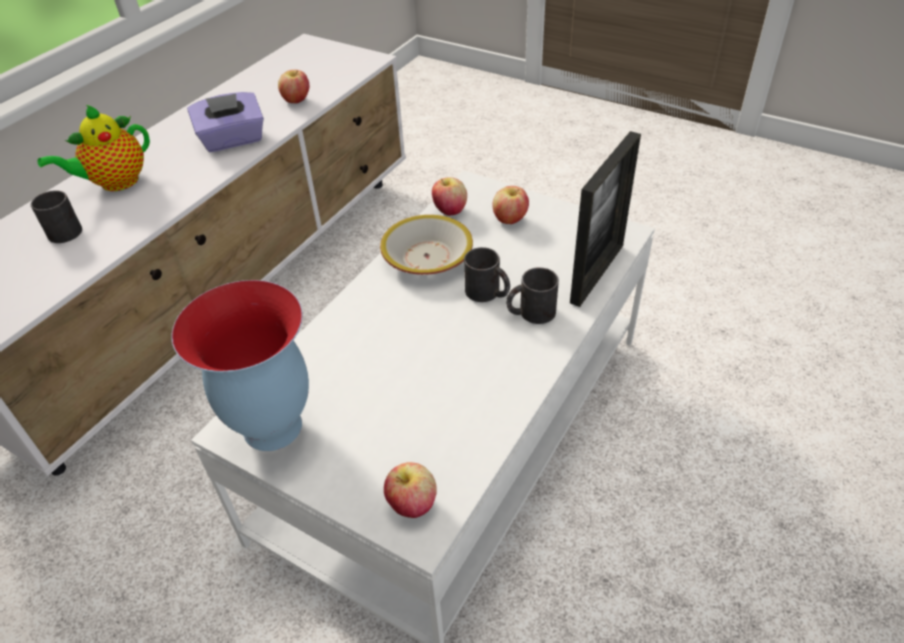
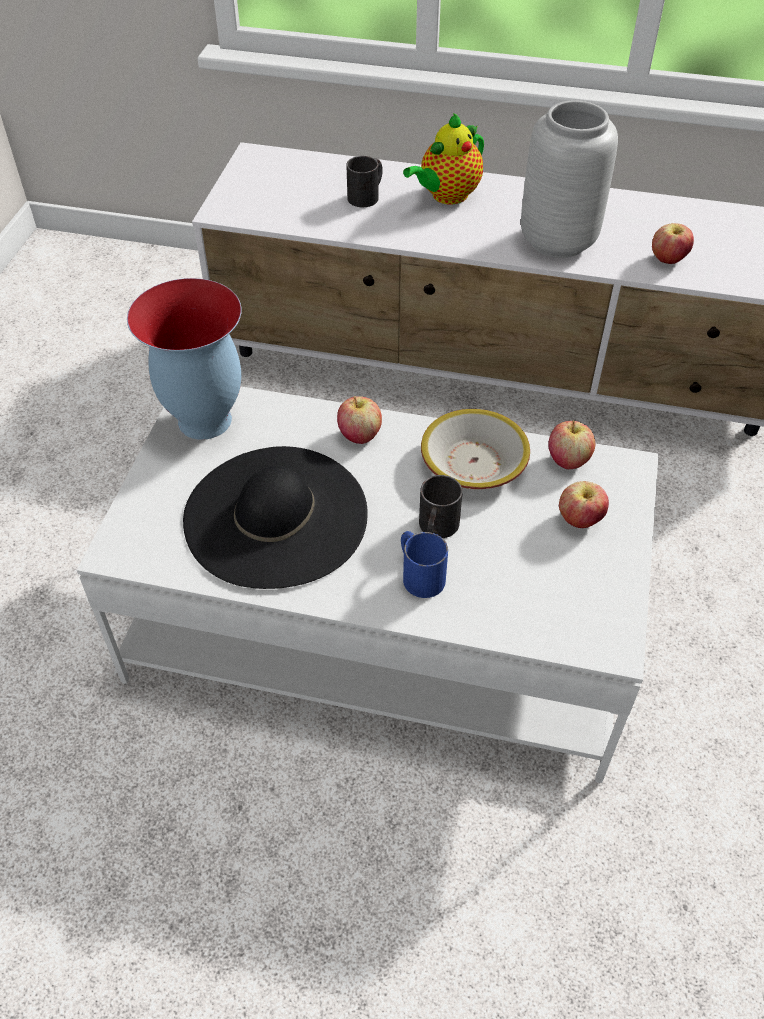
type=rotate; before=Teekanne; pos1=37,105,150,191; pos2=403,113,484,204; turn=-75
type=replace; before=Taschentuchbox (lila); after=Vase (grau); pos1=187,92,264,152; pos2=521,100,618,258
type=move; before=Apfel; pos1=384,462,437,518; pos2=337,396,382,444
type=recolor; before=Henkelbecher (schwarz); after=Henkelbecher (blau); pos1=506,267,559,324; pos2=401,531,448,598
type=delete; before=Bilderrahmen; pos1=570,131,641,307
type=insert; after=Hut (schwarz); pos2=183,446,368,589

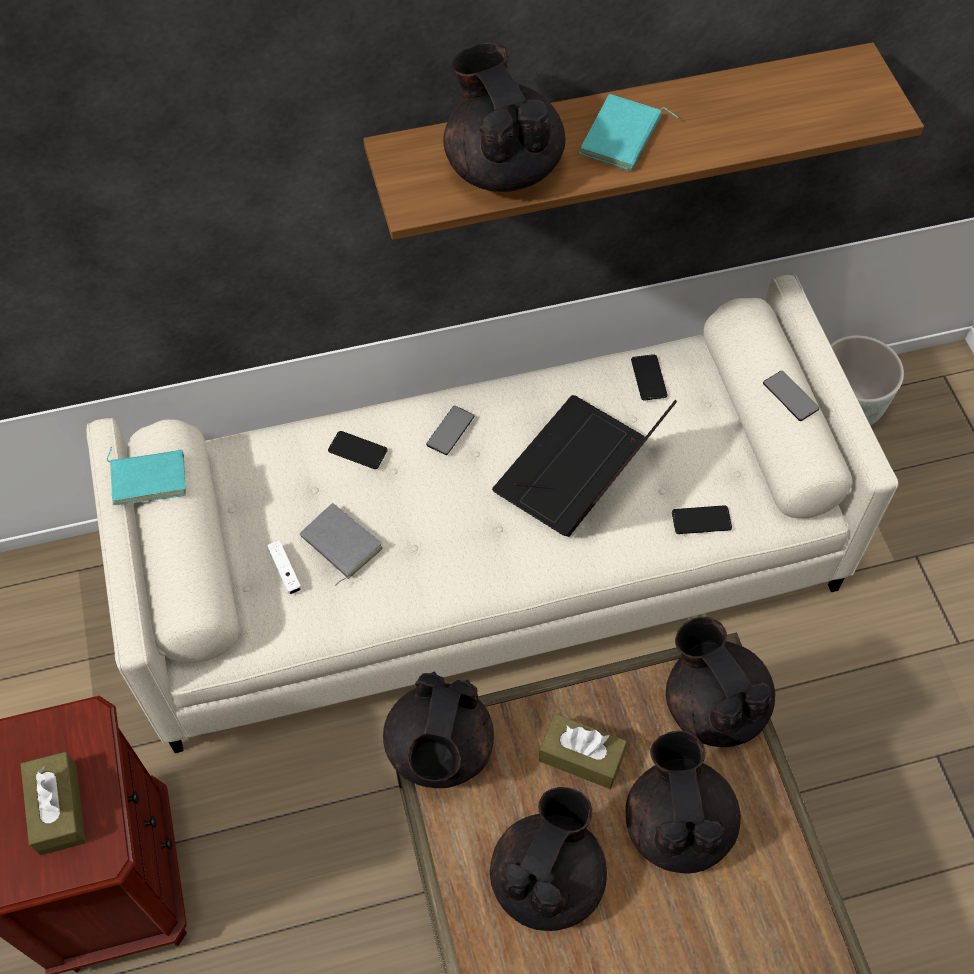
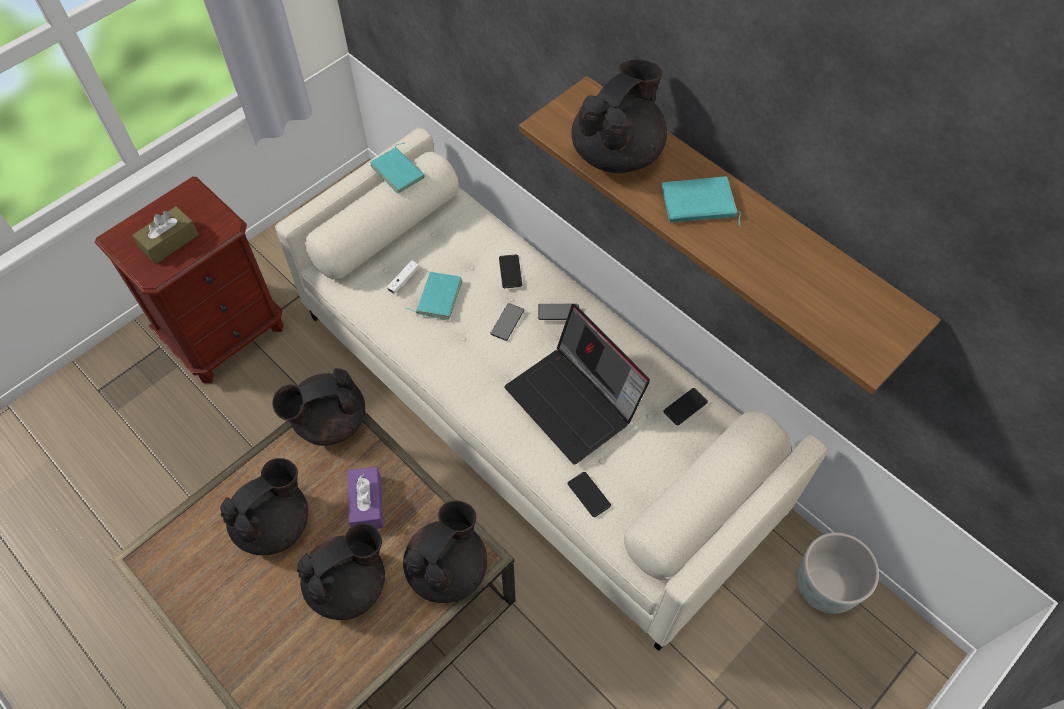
type=recolor; before=Buch (grau); after=Buch (türkis); pos1=300,503,383,586; pos2=406,272,462,320
type=rotate; before=Teekanne (schwarz); pos1=490,787,607,931; pos2=220,458,308,555; turn=-45
type=rotate; before=Laptop; pos1=492,395,677,537; pos2=504,304,650,464; turn=-135
type=recolor; before=Taschentuchbox (braun); after=Taschentuchbox (lila); pos1=539,714,627,789; pos2=347,467,384,529
type=move; before=Handy; pos1=763,371,819,421; pos2=490,303,524,341

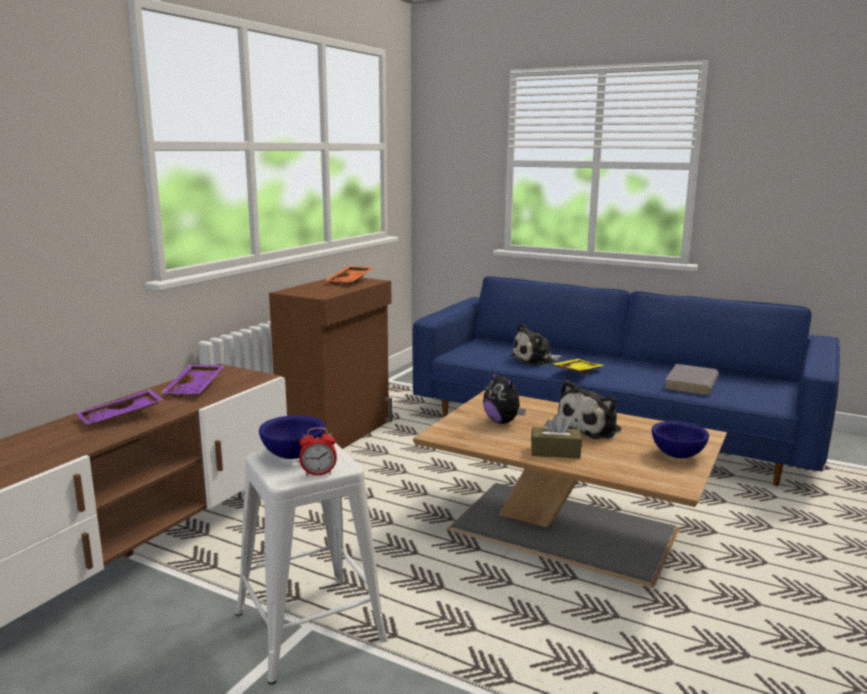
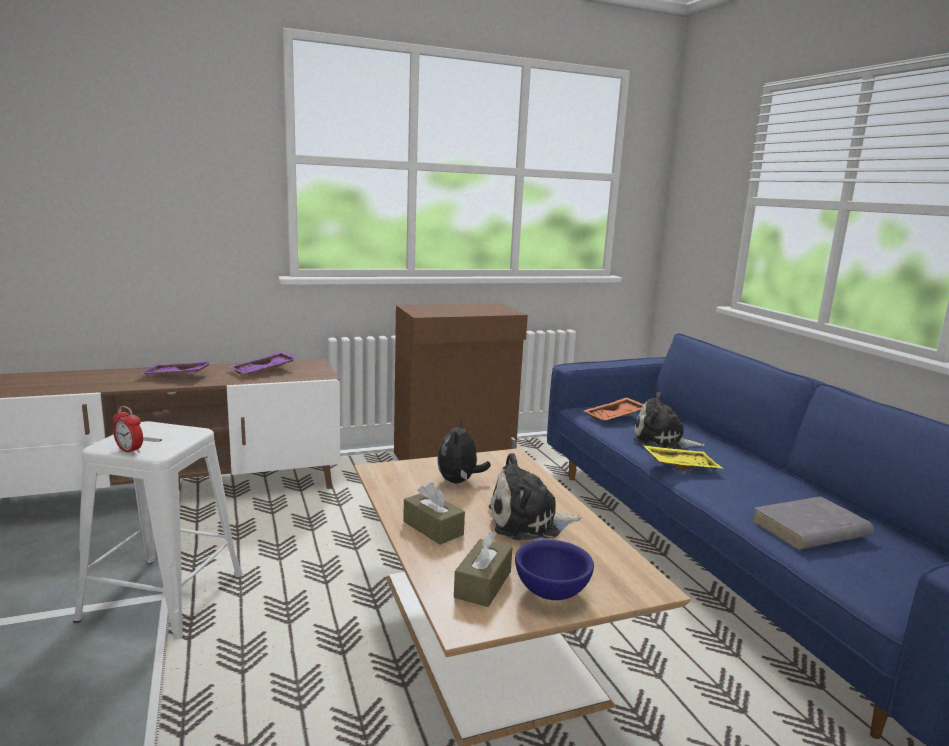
type=delete; before=Schüssel (blau); pos1=259,415,325,459
type=move; before=Tablett (orange); pos1=325,266,373,285; pos2=584,397,644,421
type=insert; after=Taschentuchbox (braun); pos2=454,531,513,607

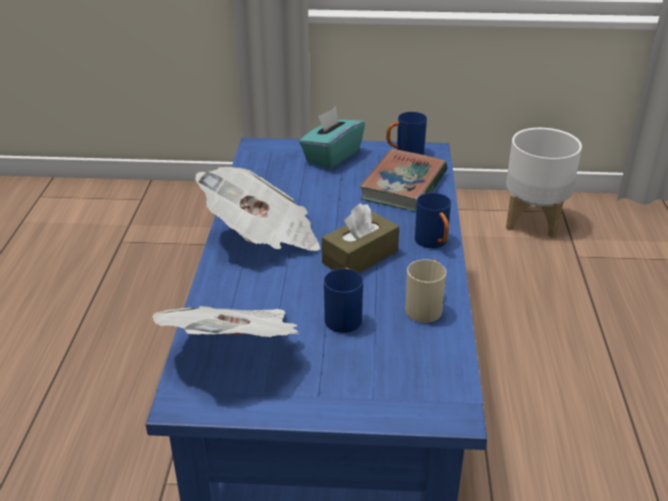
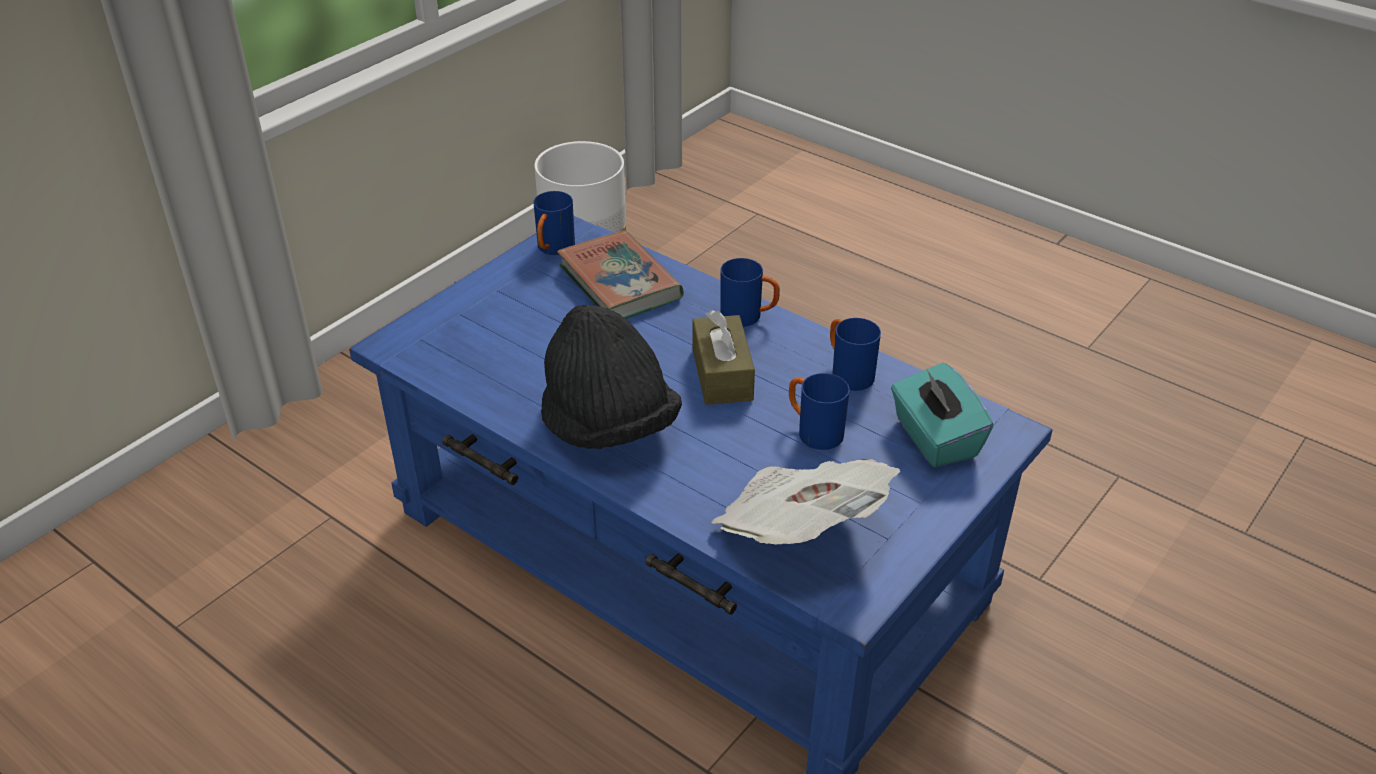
type=replace; before=Zeitung; after=Hut (schwarz); pos1=195,167,321,251; pos2=541,305,682,449
type=move; before=Taschentuchbox (türkis); pos1=299,107,365,169; pos2=891,363,993,467
type=recolor; before=Henkelbecher (beige); after=Henkelbecher (blau); pos1=405,259,446,323; pos2=830,318,881,391

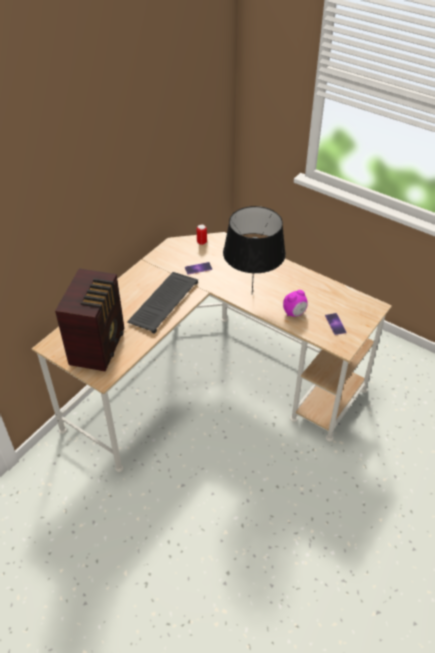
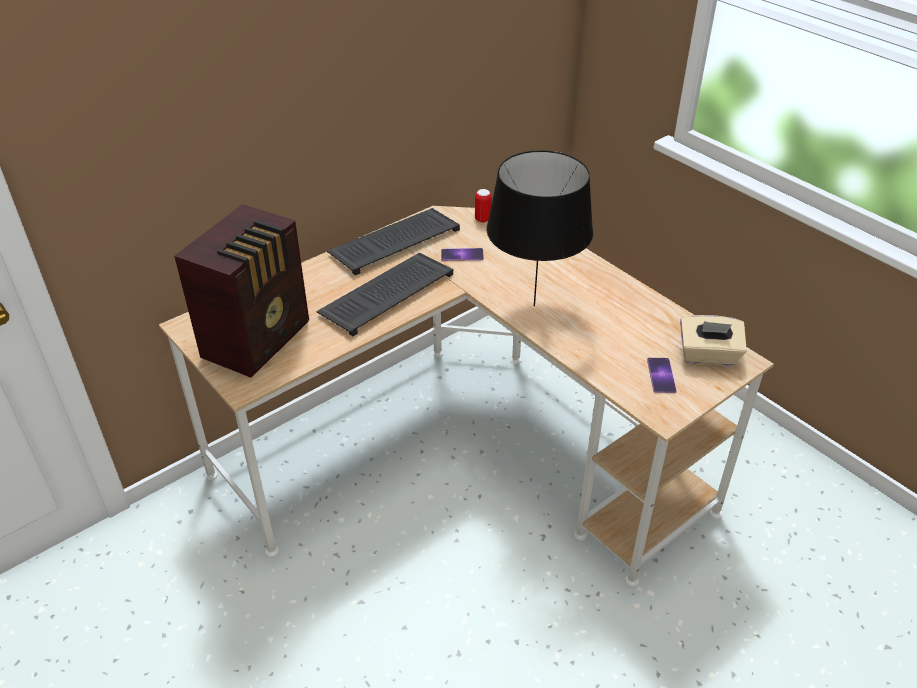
type=delete; before=Wecker; pos1=283,290,308,317
type=insert; after=Tastatur; pos2=327,208,460,275
type=insert; after=Taschentuchbox (beige); pos2=680,315,747,366

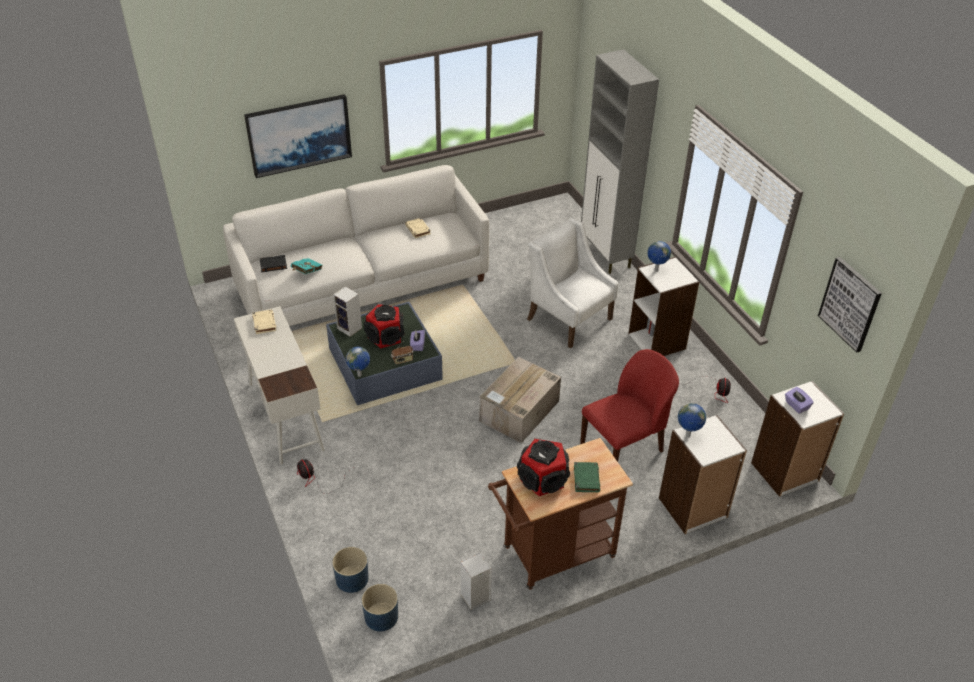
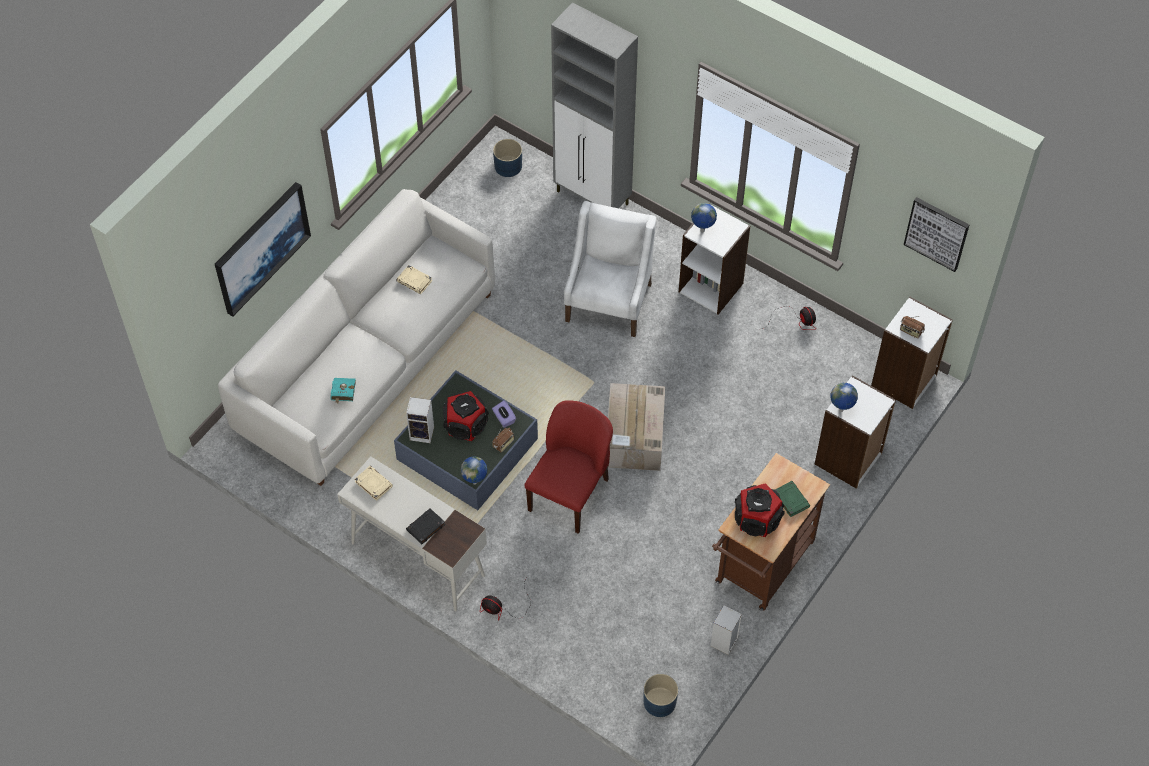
type=move; before=Buch (schwarz); pos1=259,255,287,272; pos2=406,508,445,544
type=move; before=Pflanzkübel (blau); pos1=332,547,369,593; pos2=493,139,522,177
type=rotate; before=Sessel (weiß); pos1=527,218,619,348; pos2=564,201,656,337; turn=90
type=move; before=Stuhl (rot); pos1=580,349,679,462; pos2=524,400,613,534
type=replace; before=Taschentuchbox (lila); after=Radio; pos1=785,387,814,414; pos2=900,316,925,338

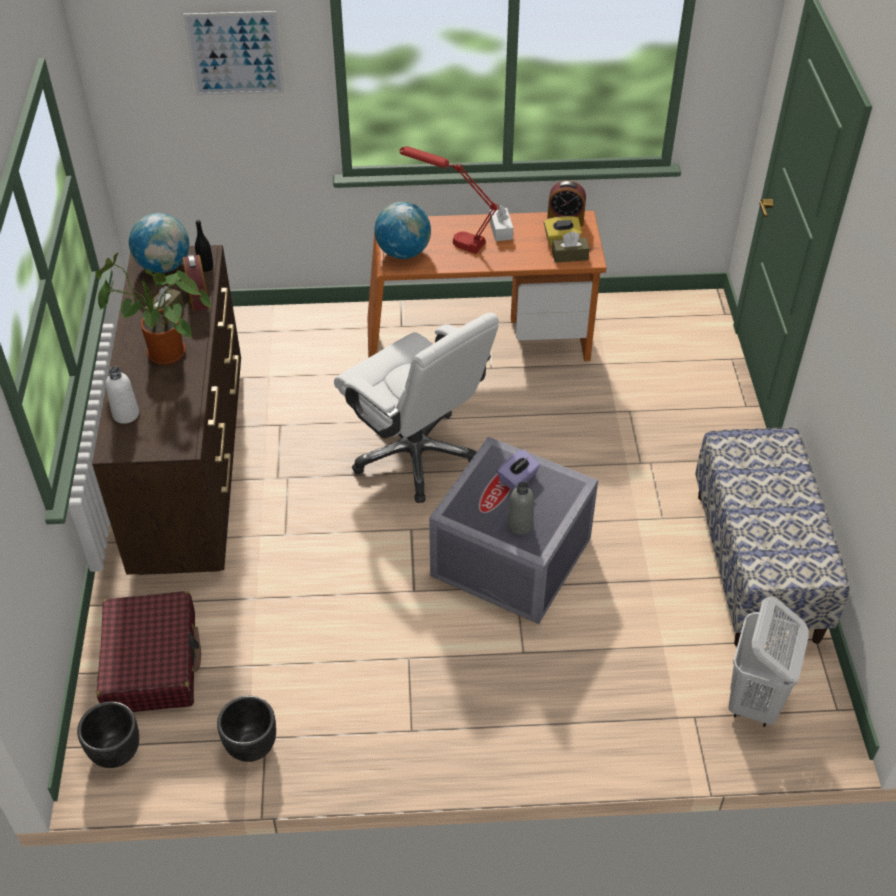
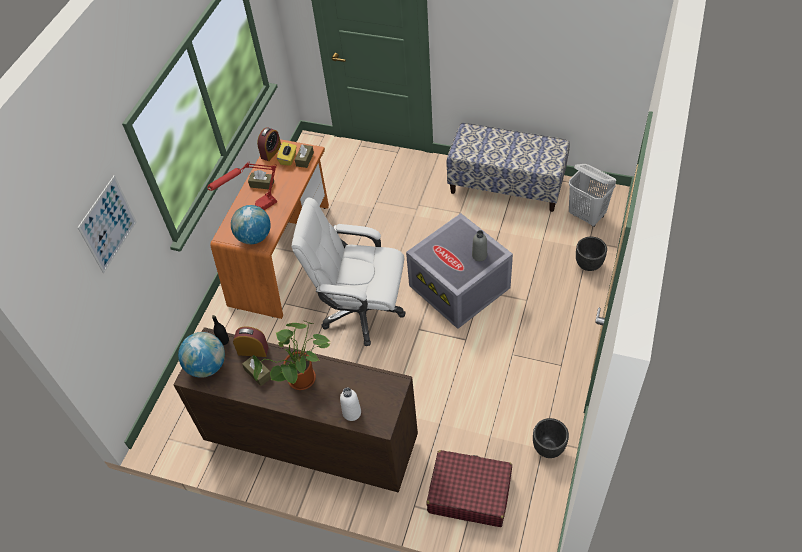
type=move; before=Pflanzkübel (schwarz); pos1=77,701,139,768; pos2=576,237,607,271
type=rotate; before=Bürostuhl (weiß); pos1=334,312,499,503; pos2=292,198,406,346; turn=-150
type=recolor; before=Taschentuchbox (weiß); after=Taschentuchbox (braun); pos1=489,205,513,241; pos2=248,170,274,189
type=delete; before=Taschentuchbox (lila); pos1=497,449,540,490

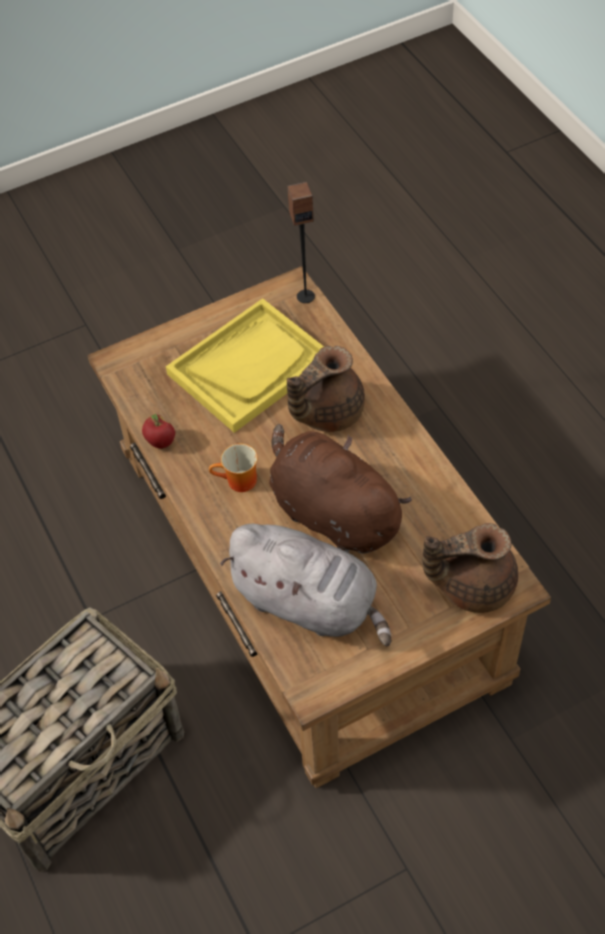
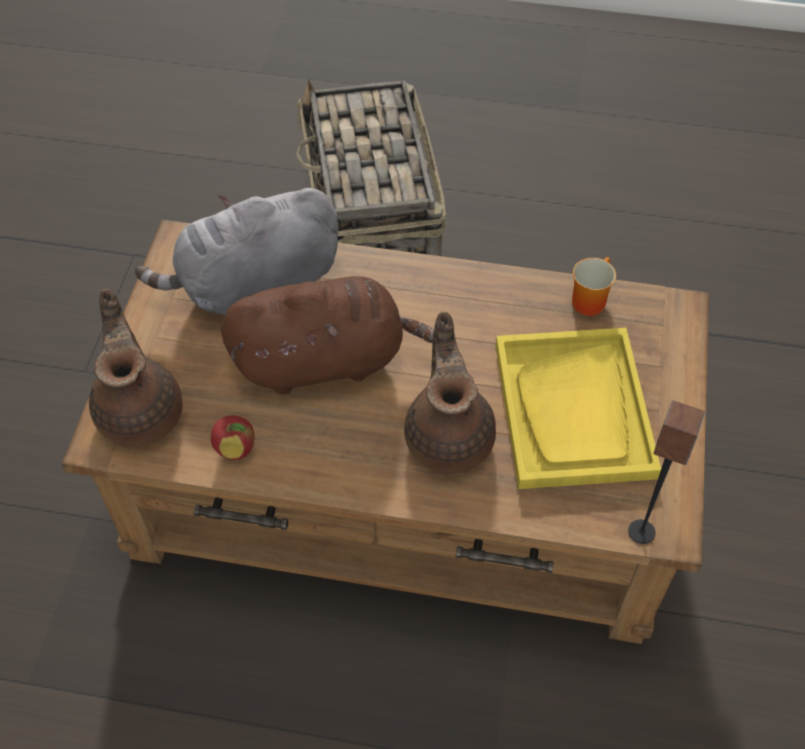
type=move; before=Apfel; pos1=142,414,175,449; pos2=211,416,254,460
type=move; before=Henkelbecher; pos1=209,444,258,492; pos2=572,257,616,316
type=rotate; before=Teekanne (braun); pos1=422,523,518,613; pos2=89,289,182,448; turn=-45

